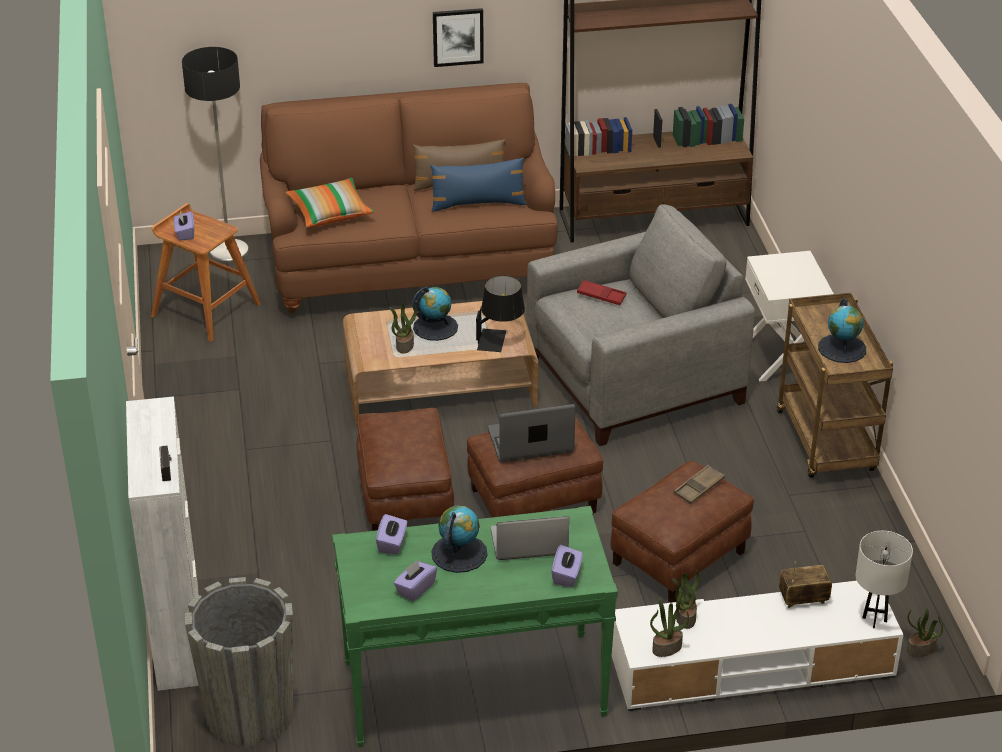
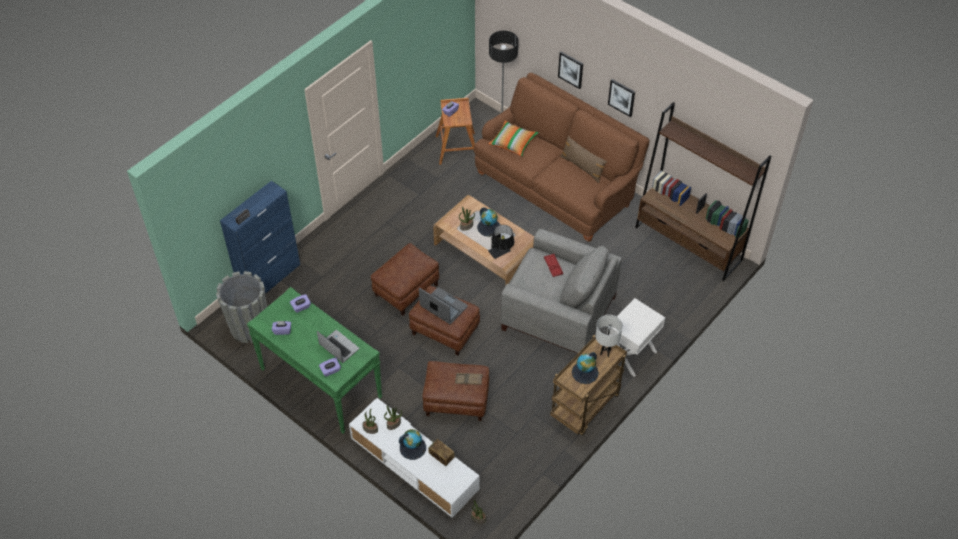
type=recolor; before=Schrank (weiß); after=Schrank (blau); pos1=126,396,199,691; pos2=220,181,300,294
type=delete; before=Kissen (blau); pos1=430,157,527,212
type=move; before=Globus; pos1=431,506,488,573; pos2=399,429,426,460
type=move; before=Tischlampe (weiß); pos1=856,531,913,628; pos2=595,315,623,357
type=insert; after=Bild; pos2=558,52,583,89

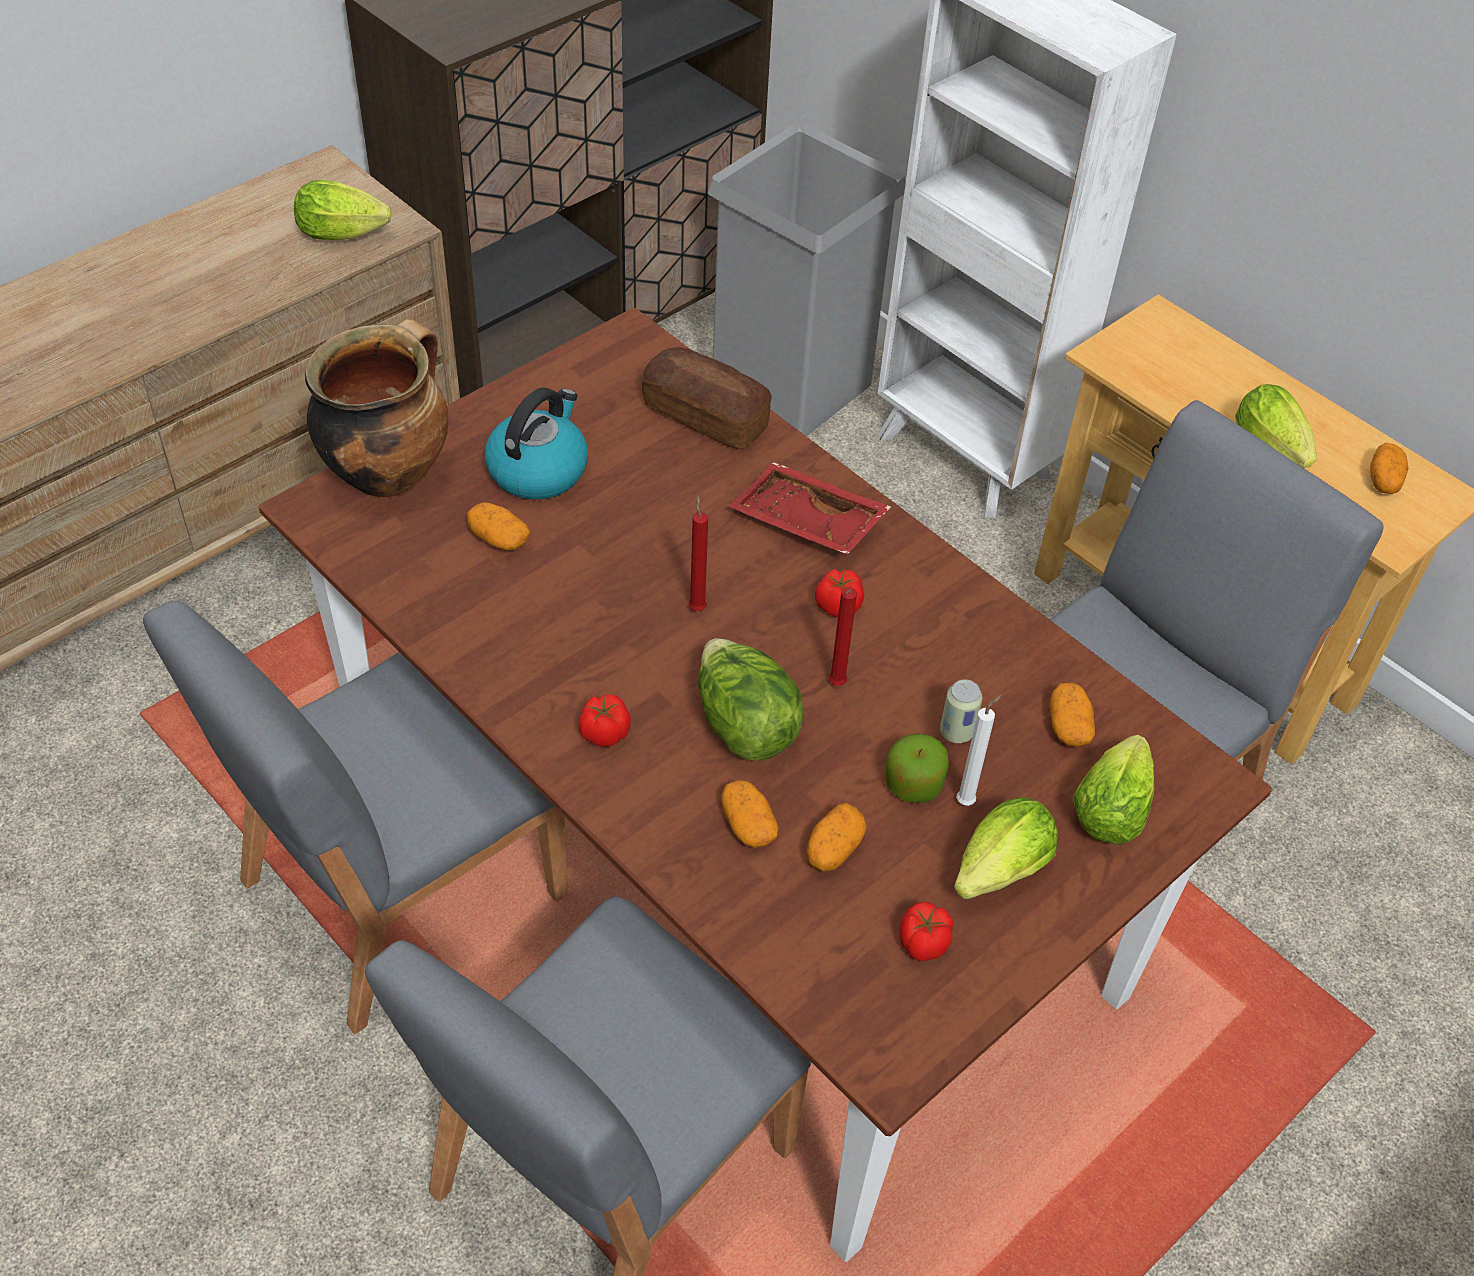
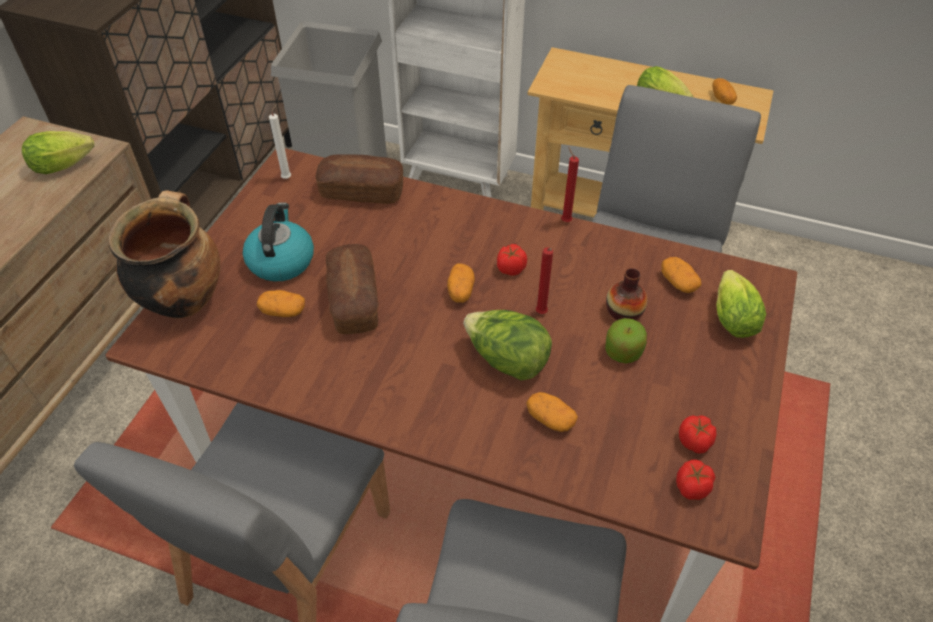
type=move; before=Tomate; pos1=579,694,631,747; pos2=676,460,715,500
type=move; before=Kerze (rot); pos1=689,495,708,611; pos2=561,147,579,222
type=delete; before=Tablett (rot); pos1=728,462,891,555
type=move; before=Kartoffel; pos1=806,803,867,872; pos2=447,263,475,303
type=replace; before=Dose; after=Vase; pos1=940,679,983,743; pos2=606,268,647,320
type=delete; before=Salatkopf; pos1=954,797,1058,899
type=move; before=Kerze (weiß); pos1=957,695,1002,806; pos2=269,103,291,179
type=insert; after=Brot; pos2=326,244,379,334

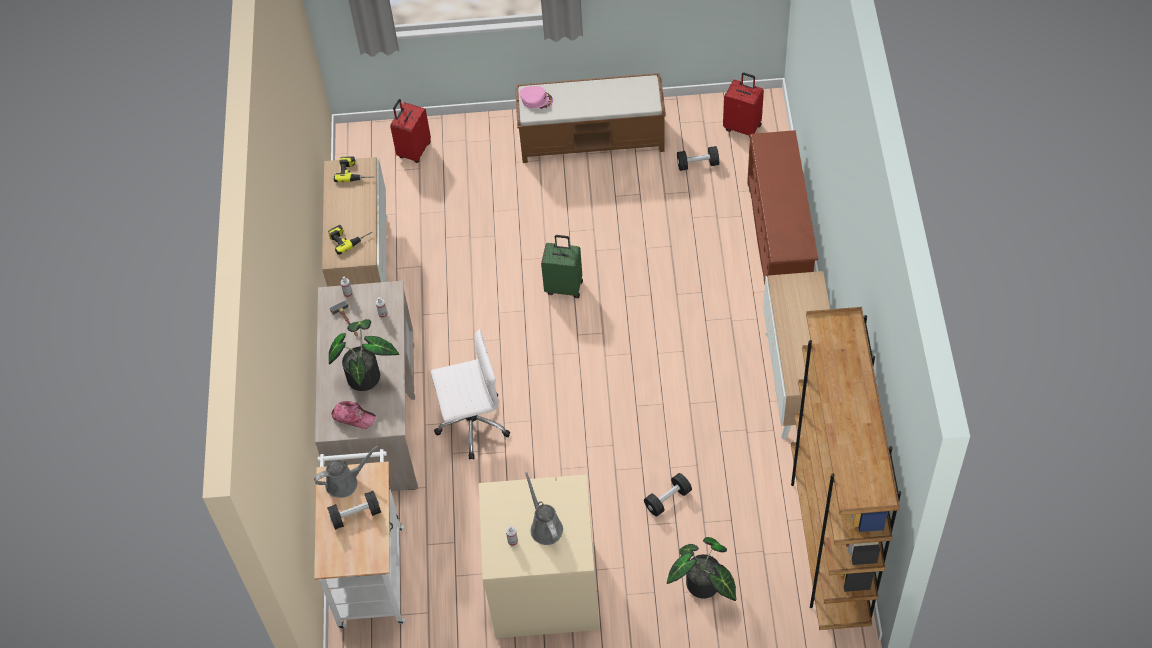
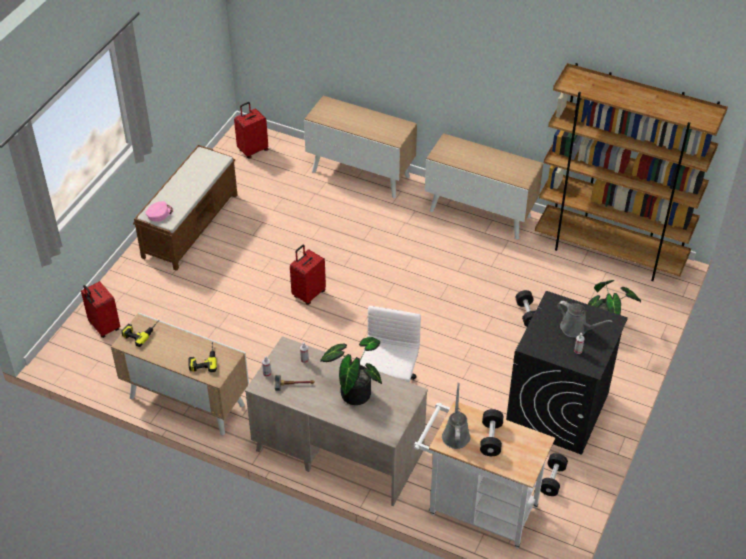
type=delete; before=Kappe; pos1=331,401,376,429
type=recolor; before=Waschmaschine (beige); after=Waschmaschine (schwarz); pos1=479,474,599,638; pos2=506,291,628,455
type=rotate; before=Gießkanne (grau); pos1=525,472,563,545; pos2=557,301,612,338; turn=-150
type=recolor; before=Koffer (grün); after=Koffer (rot); pos1=541,235,583,298; pos2=290,245,326,305
type=move; before=Hantel (schwarz); pos1=677,146,719,171; pos2=540,453,568,496
type=replace; before=Schuhregal (braun); after=Schrank; pos1=747,130,818,285; pos2=304,96,417,198

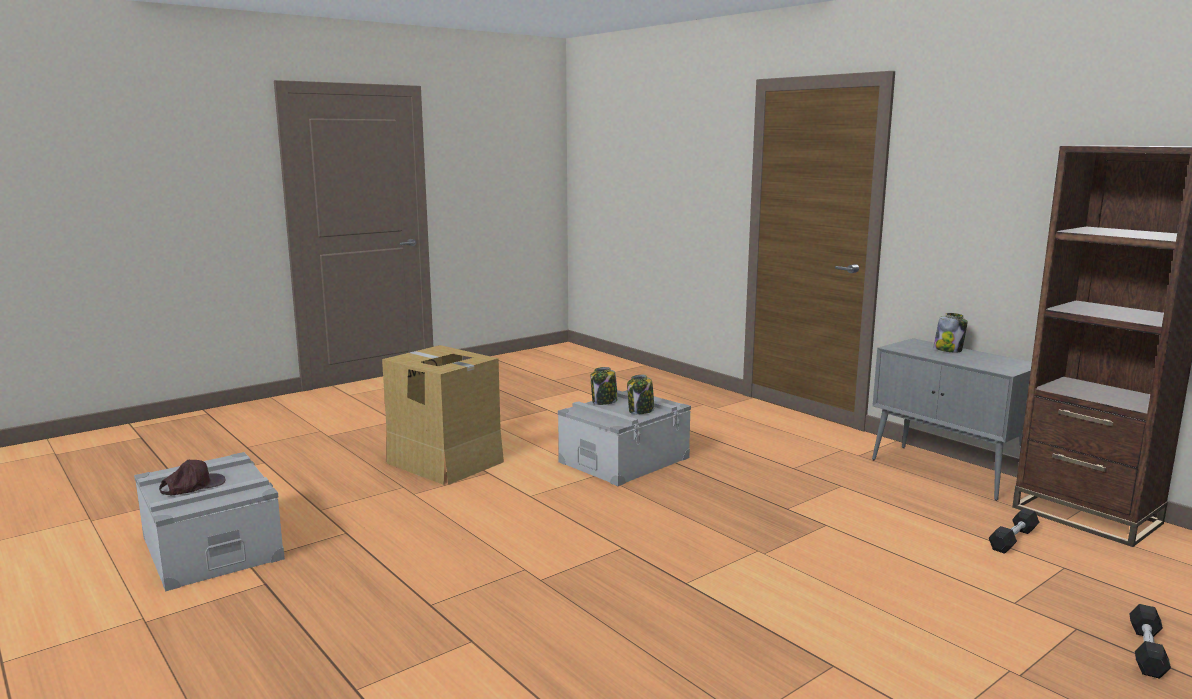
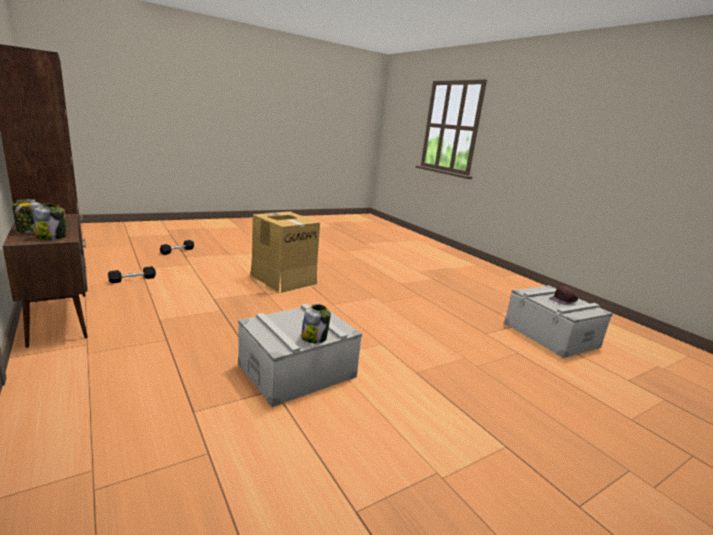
type=move; before=Karton; pos1=382,345,504,485; pos2=251,211,320,293
type=move; before=Vorratsglas; pos1=627,375,654,414; pos2=34,204,66,240
type=recolor; before=Schrank (grau); after=Schrank (braun); pos1=872,338,1032,501; pos2=3,214,88,348

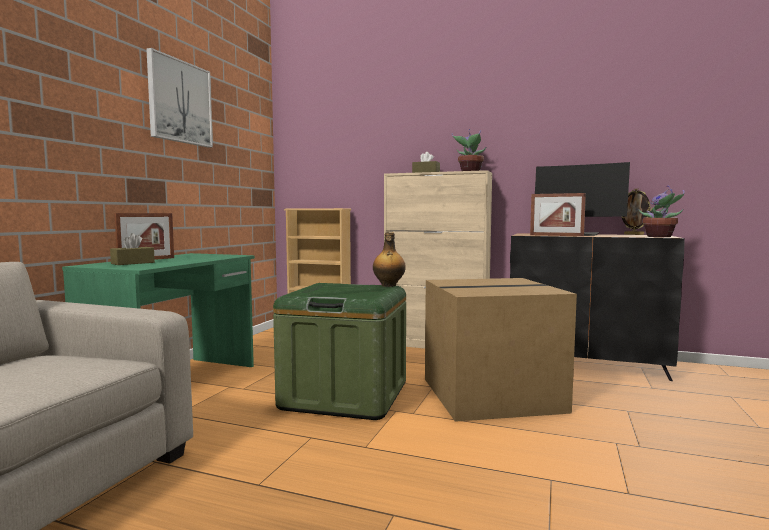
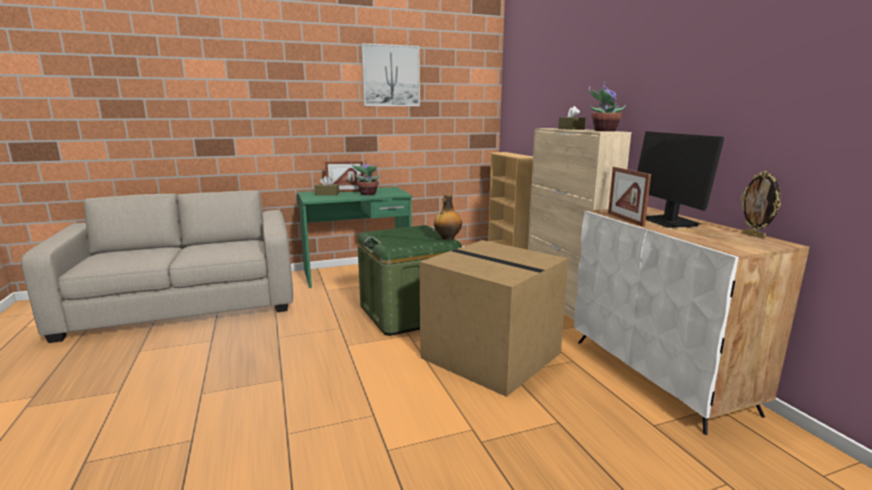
type=recolor; before=Schrank (schwarz); after=Schrank (weiß); pos1=510,233,685,381; pos2=574,207,809,435
type=move; before=Topfpflanze; pos1=639,186,685,237; pos2=351,159,381,195

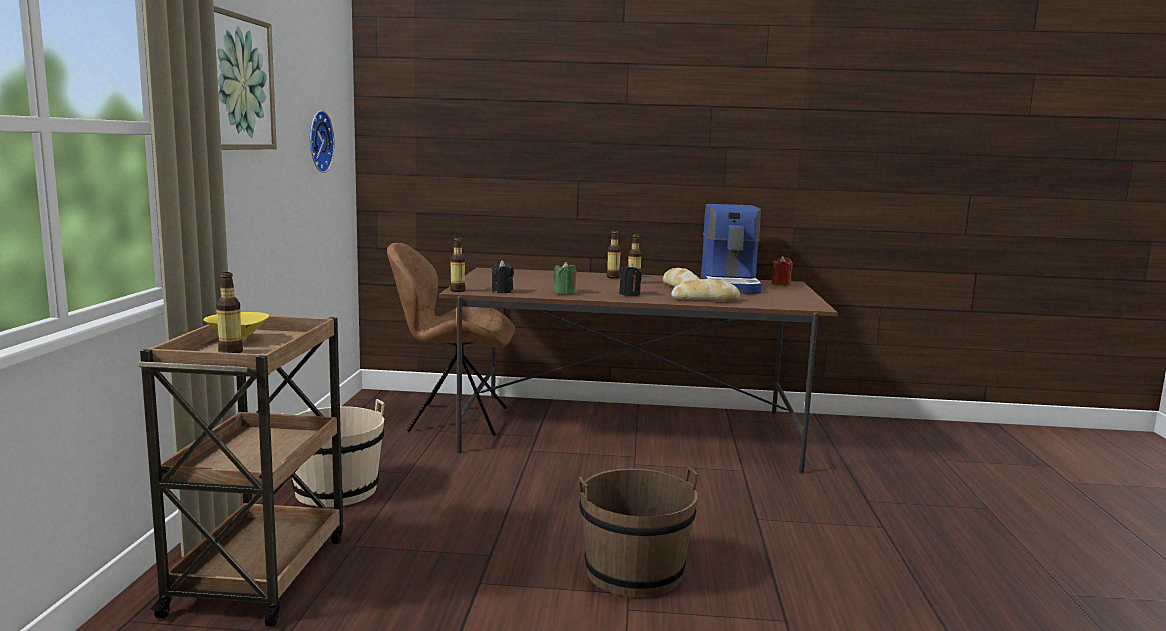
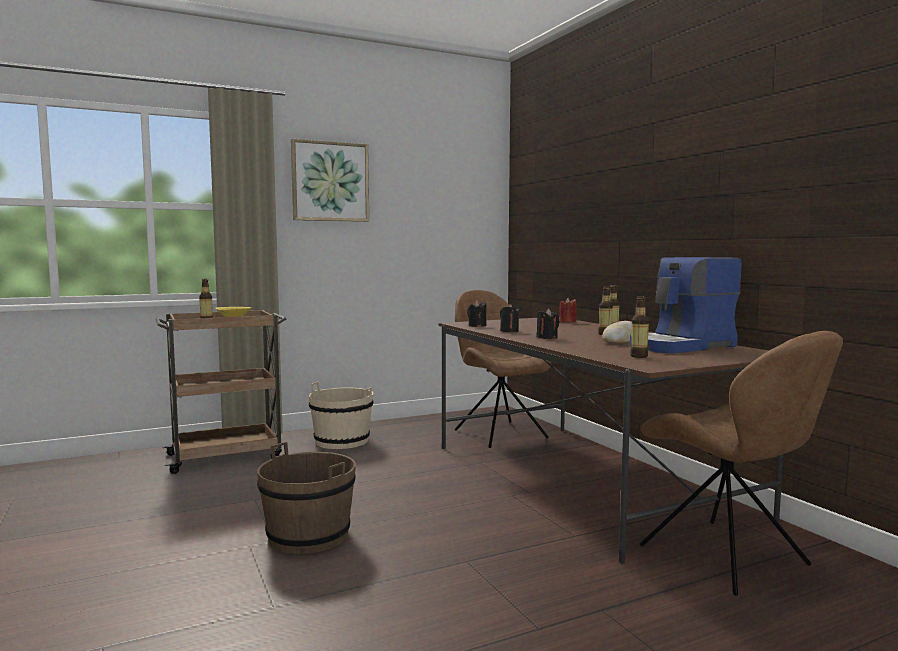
type=delete; before=Wanduhr; pos1=310,110,335,173
type=move; before=Flasche; pos1=450,237,465,292; pos2=630,296,649,358
type=recolor; before=Kerze (grün); after=Kerze (schwarz); pos1=553,262,576,294; pos2=500,304,519,332
type=delete; before=Brot; pos1=671,279,740,301
type=move; before=Kerze (rot); pos1=772,256,793,286; pos2=559,298,577,322
type=insert; after=Stuhl (braun); pos2=640,331,843,596

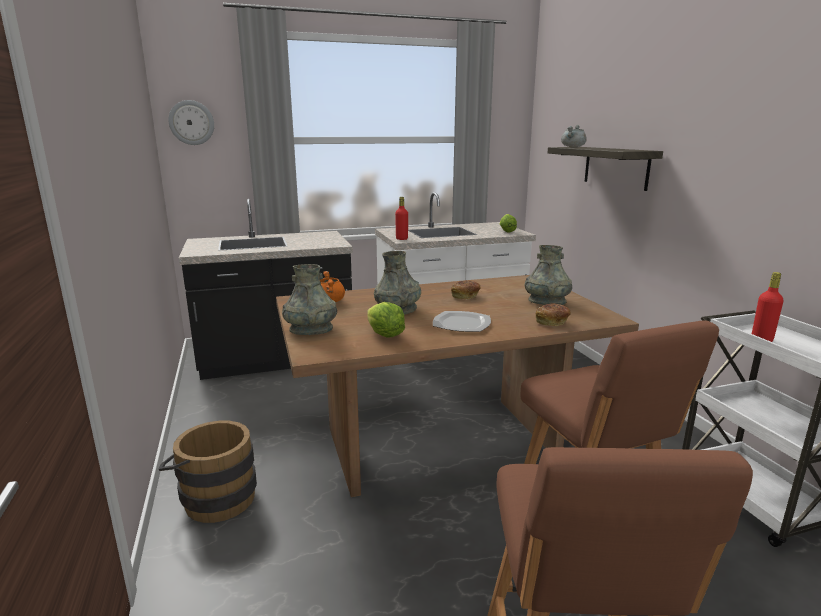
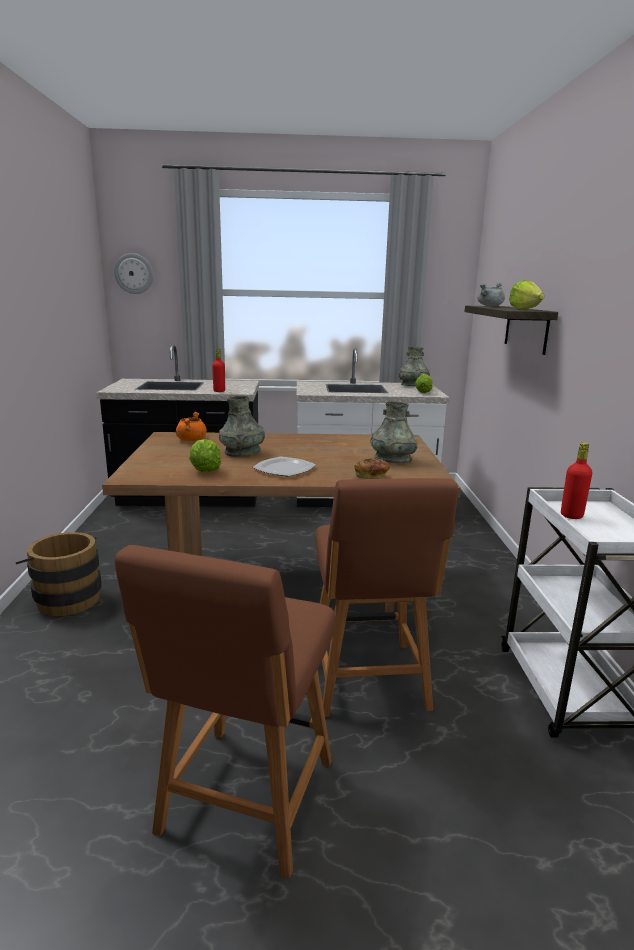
type=move; before=Vase (grau); pos1=282,264,337,335; pos2=398,347,430,386
type=move; before=Flasche (rot); pos1=395,197,408,240; pos2=212,349,225,392
type=delete; before=Brot; pos1=451,280,481,300
type=insert; after=Salatkopf; pos2=509,280,544,310

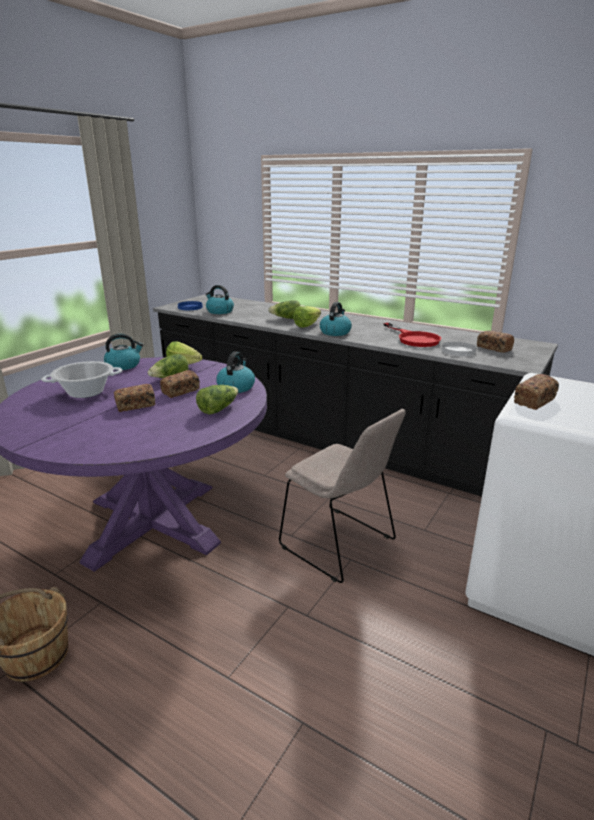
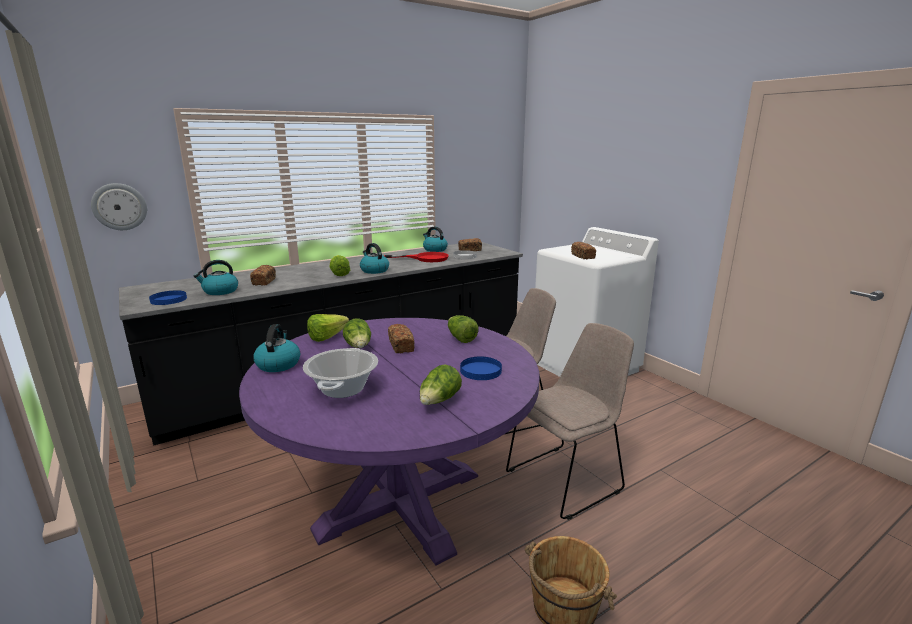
type=move; before=Brot; pos1=114,384,155,412; pos2=250,265,276,286
type=move; before=Wasserkessel; pos1=216,352,255,393; pos2=423,227,448,252
type=move; before=Salatkopf; pos1=268,300,300,319; pos2=420,365,462,405
type=insert; after=Wanduhr; pos2=91,183,147,230
type=insert; after=Teller (blau); pos2=460,356,502,380
type=insert; after=Stuhl (beige); pos2=506,323,634,520

